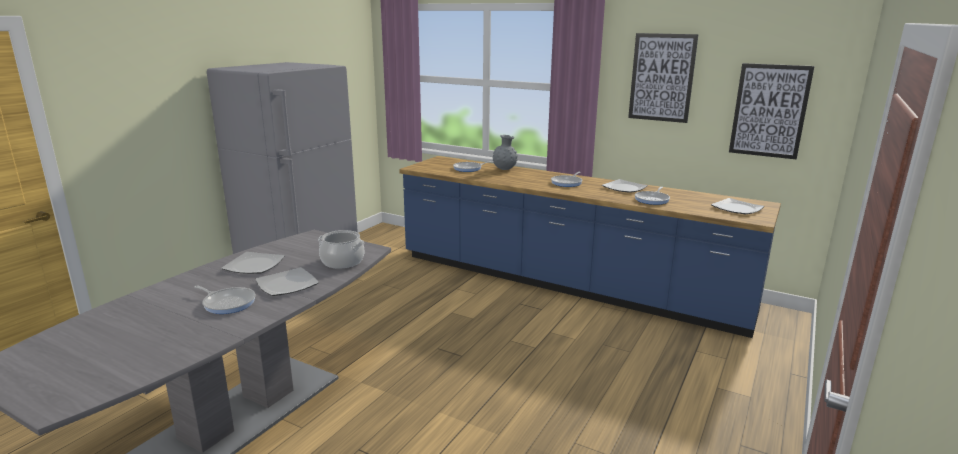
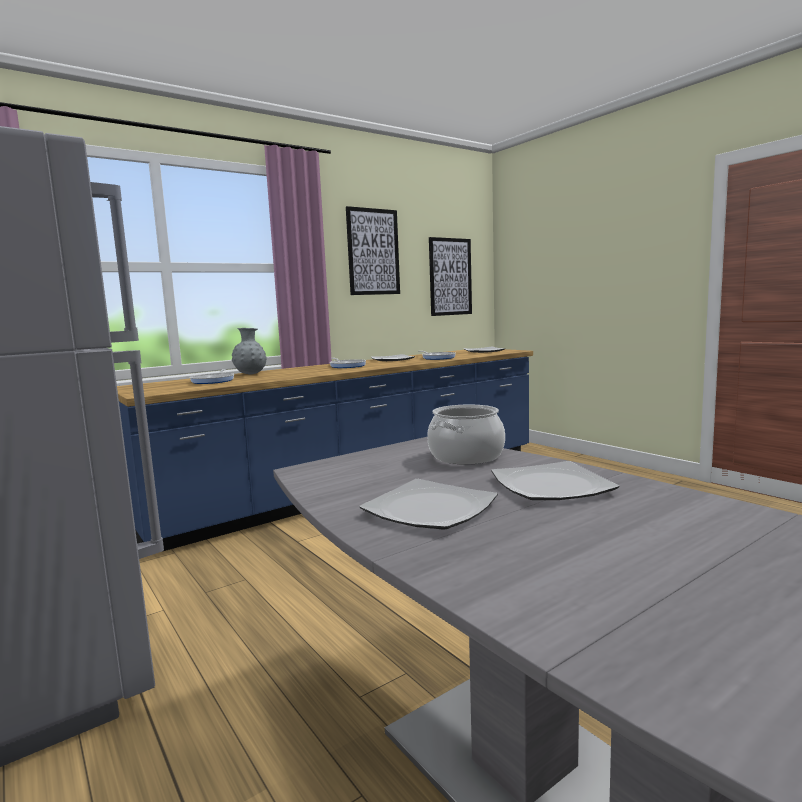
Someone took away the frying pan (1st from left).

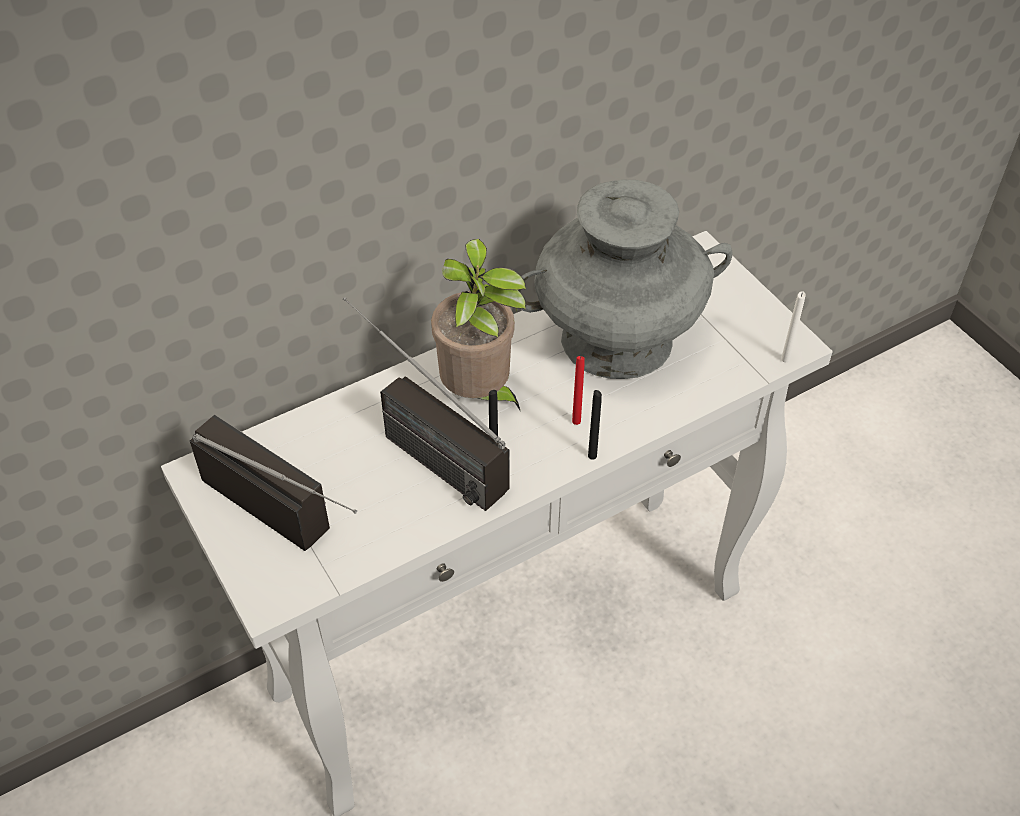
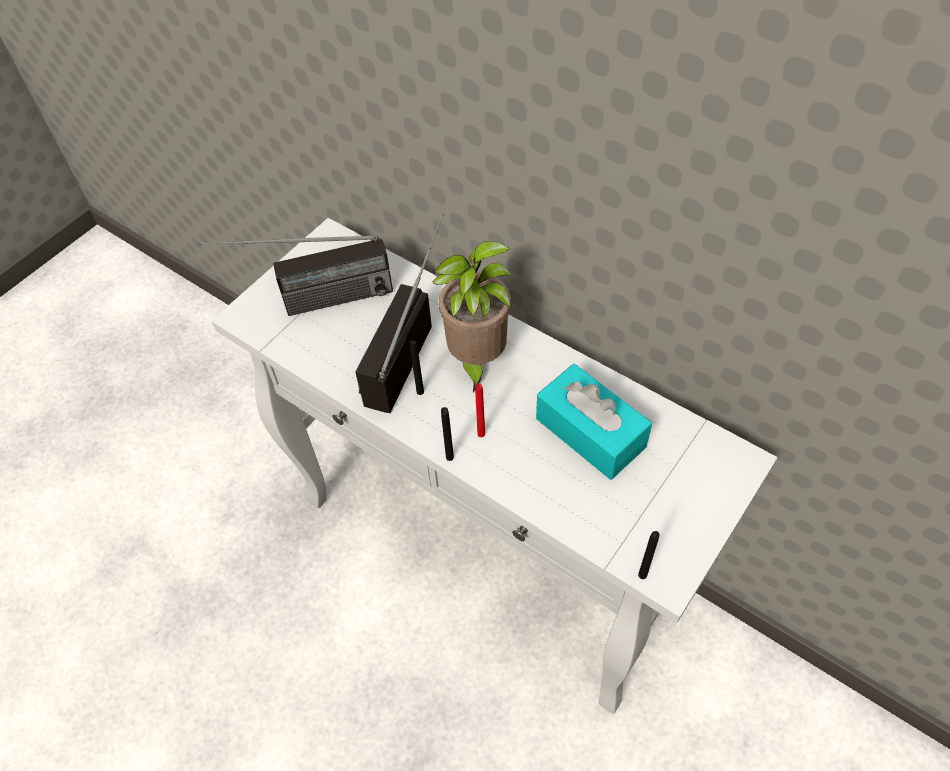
Someone swapped the vase (grey) for the box of tissues (blue-green). Someone repainted the wax light (white), which became the wax light (blackish) (3rd from left). Someone rotated the radio receiver (1st from left) by 60 degrees clockwise.

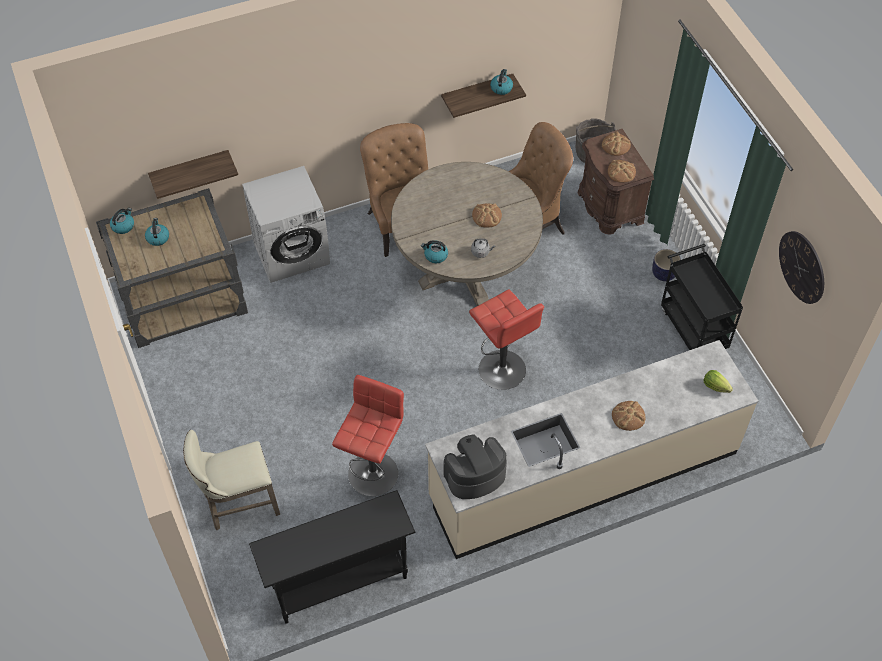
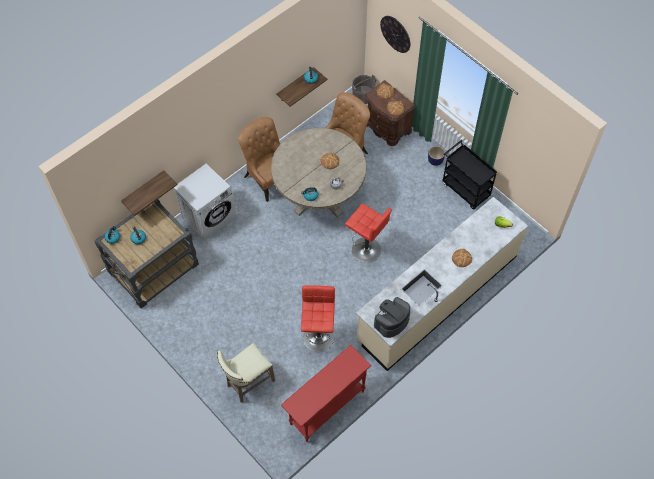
Someone carried the wall clock. Someone repainted the hall table (blackish), which became the hall table (red).

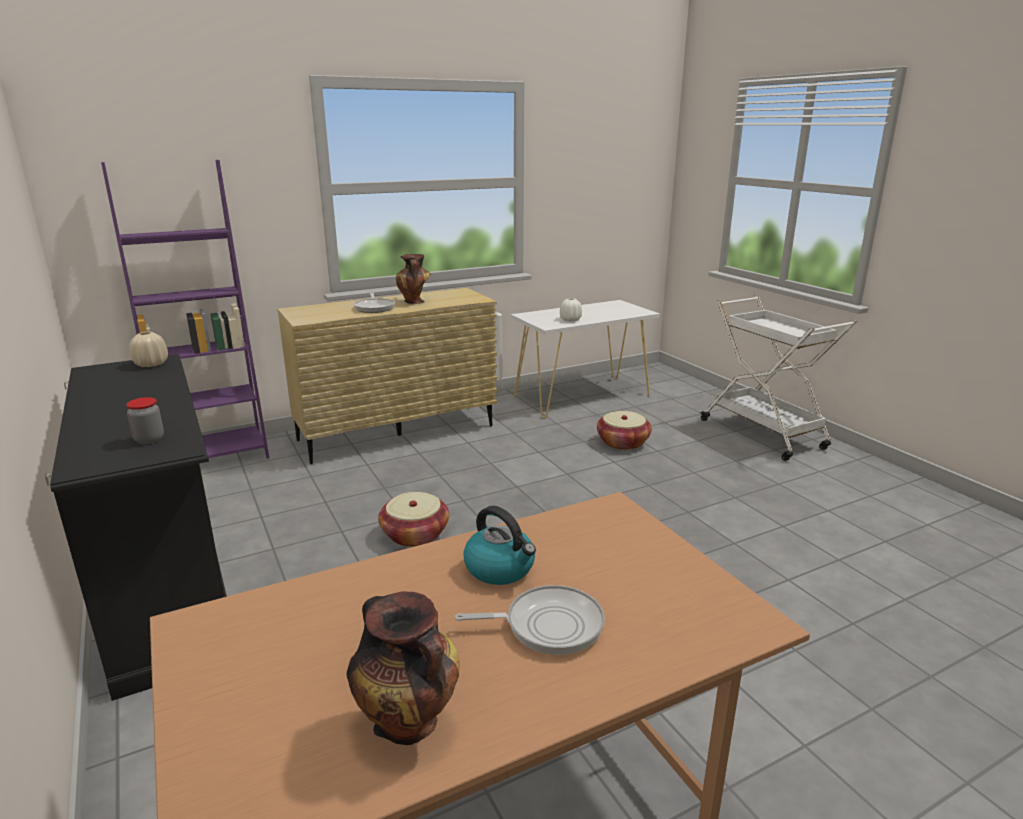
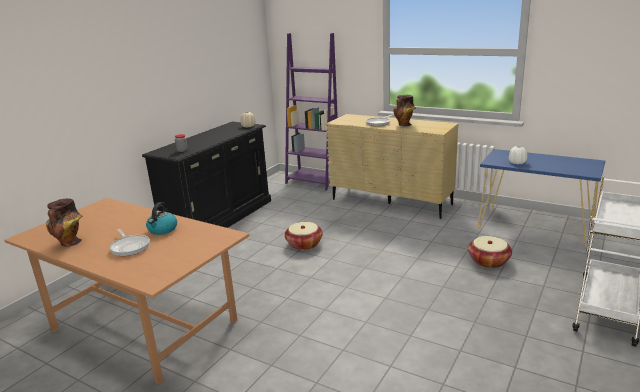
Someone repainted the hall table (white), which became the hall table (bluish).

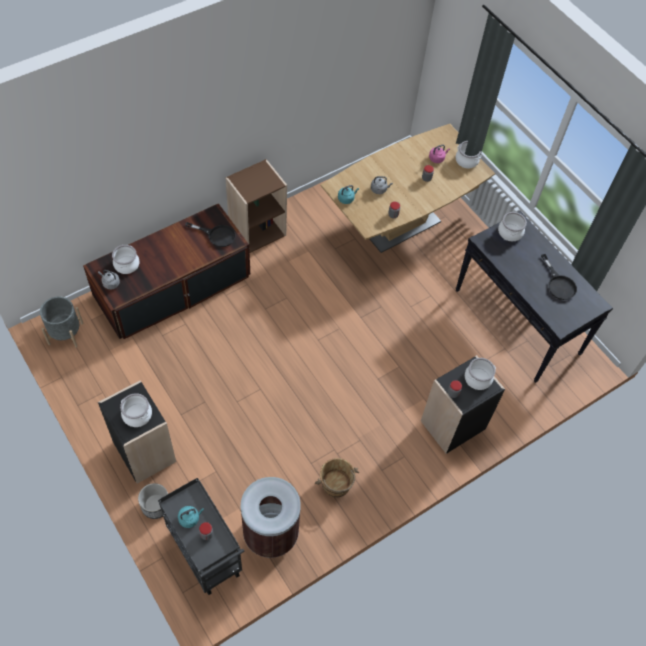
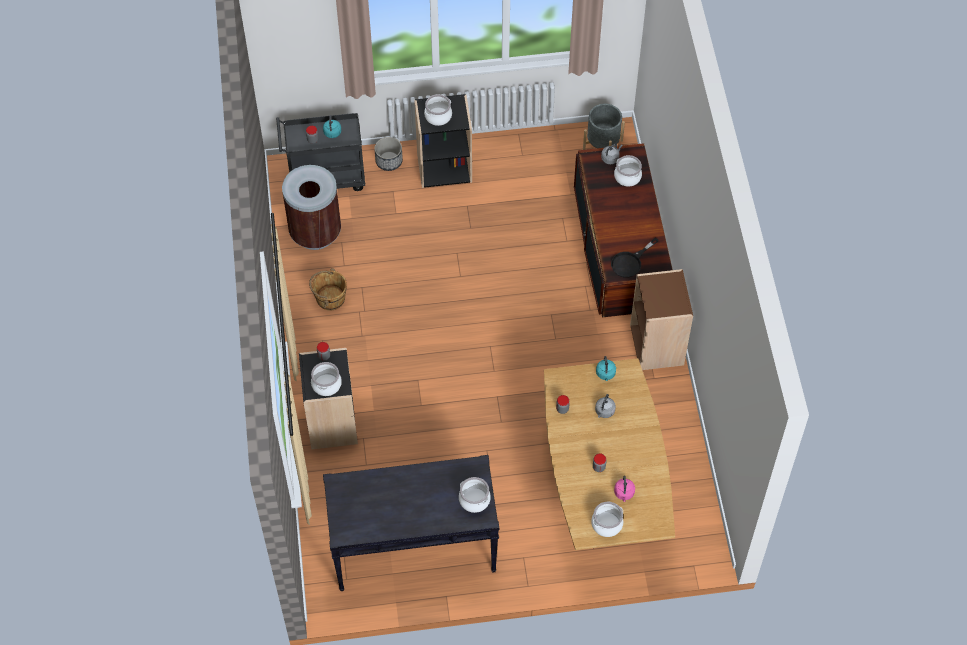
Someone took away the frying pan (blackish) (2nd from left).

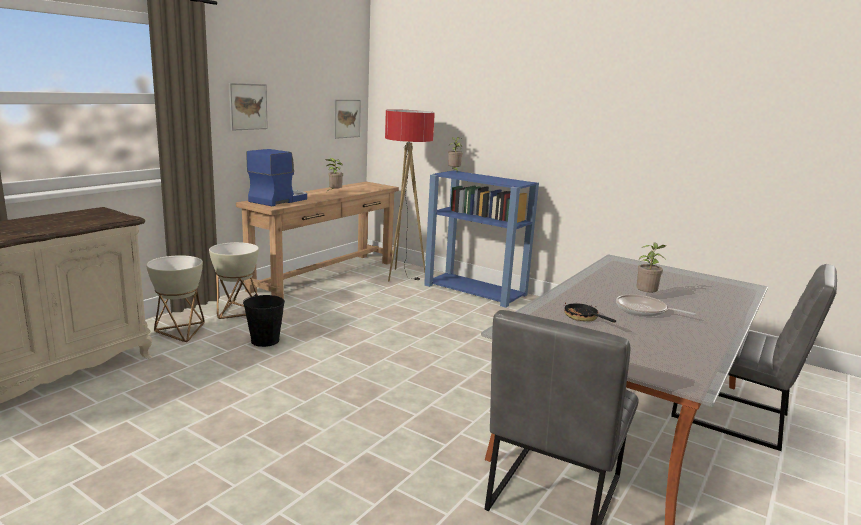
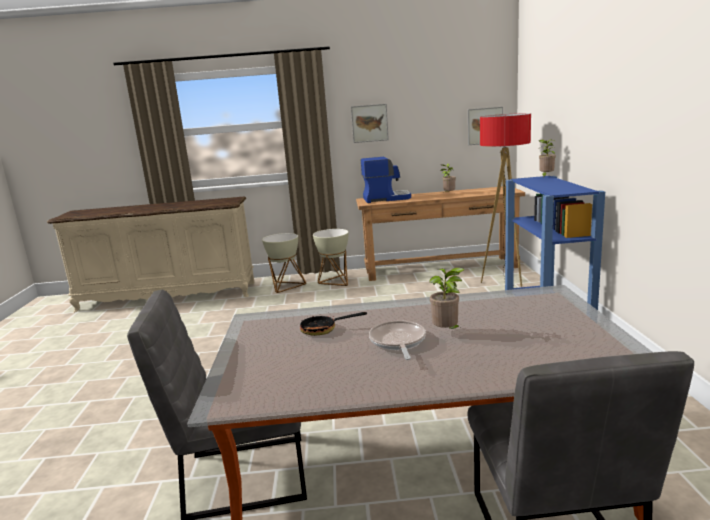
Someone took away the water bucket (blackish). Someone rotated the frying pan (1st from left) by 120 degrees counterclockwise.

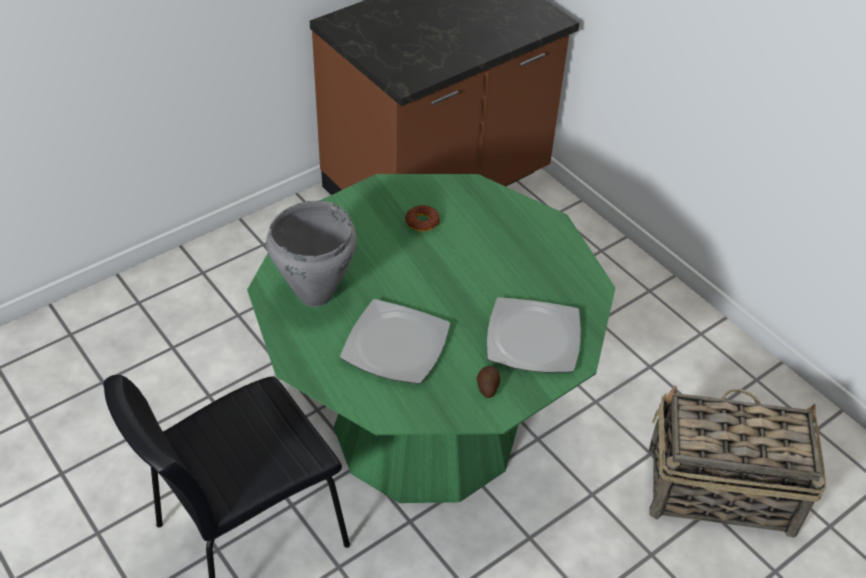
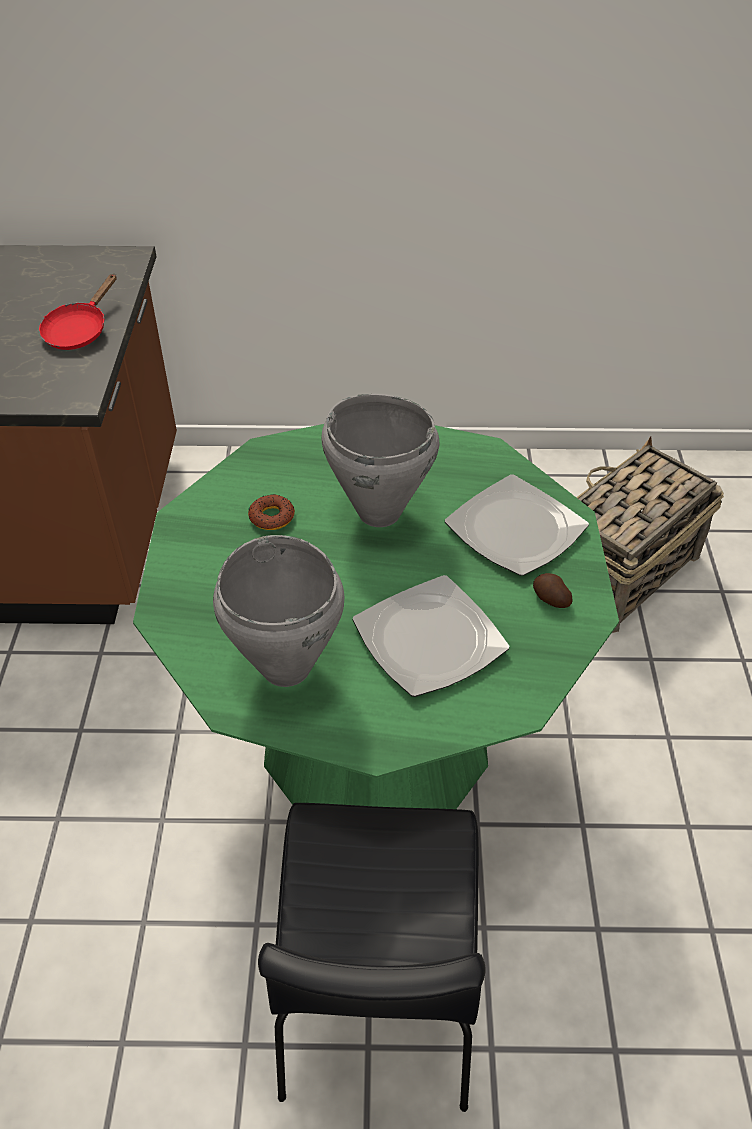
Someone put down the frying pan (red). Someone put down the saucepot (grey) (2nd from left).

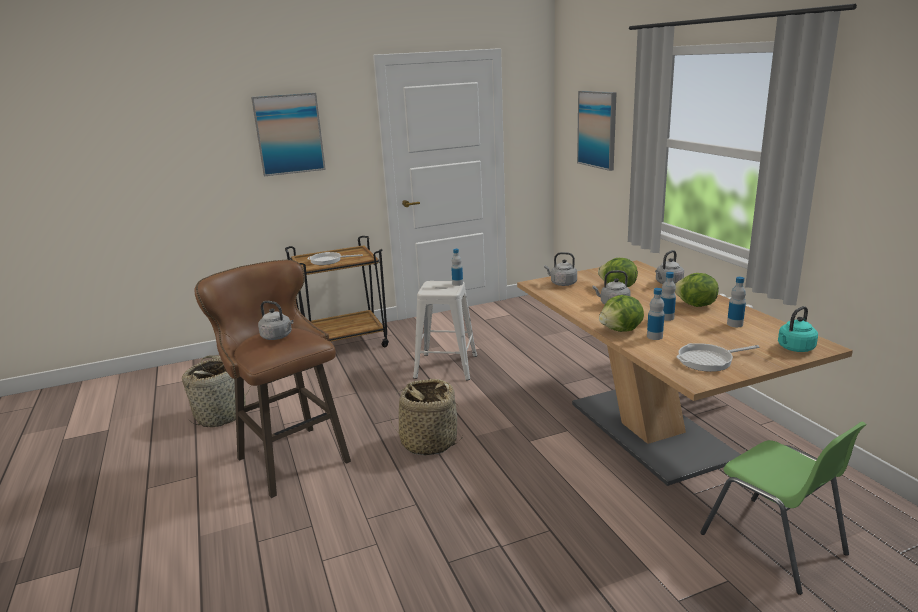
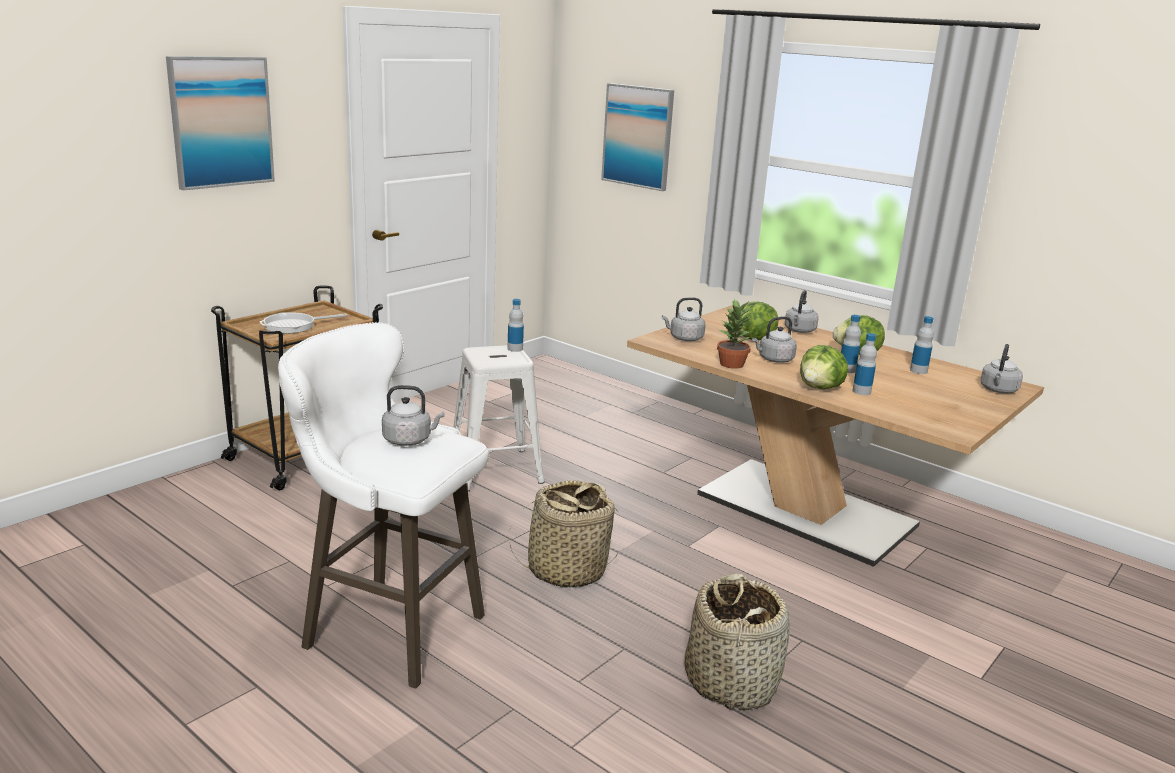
Someone repainted the sitting stool (brown), which became the sitting stool (white) (1st from left). Someone repainted the kettle (blue-green), which became the kettle (grey) (5th from left). Someone took away the frying pan (2nd from left). Someone carried the household basket (1st from left in the first image). Someone took away the chair (green-coloured). Someone put down the potted plant.

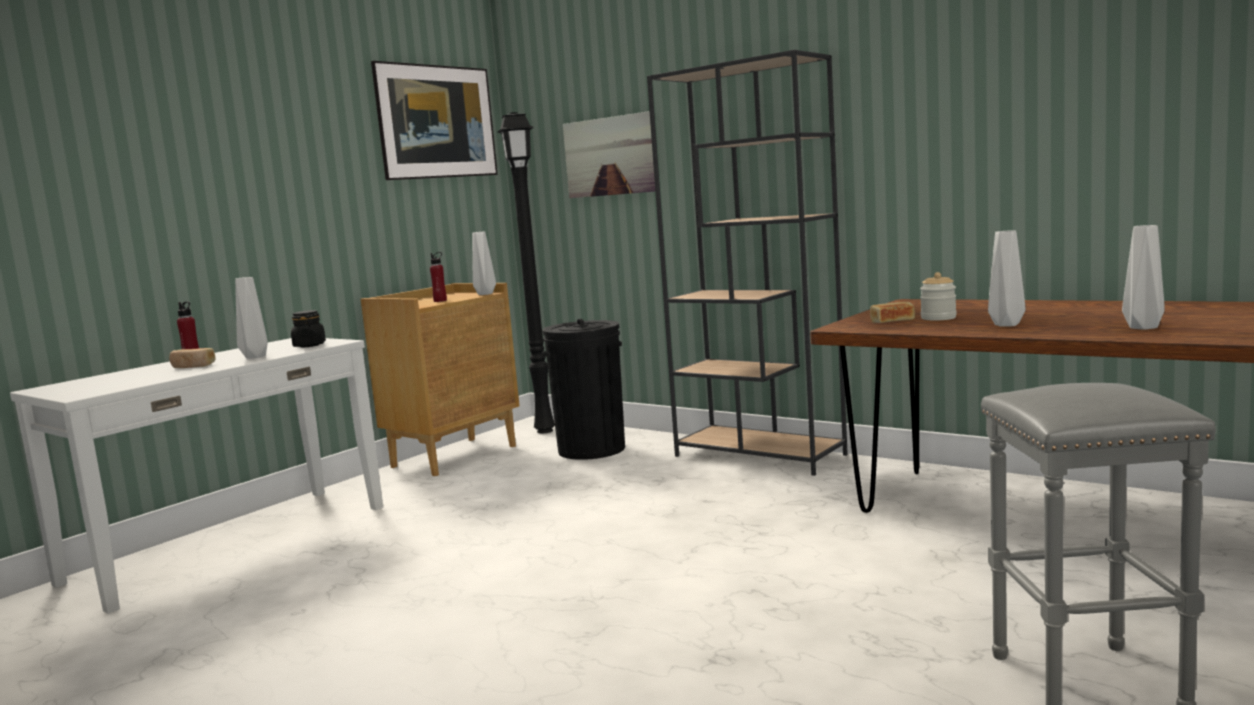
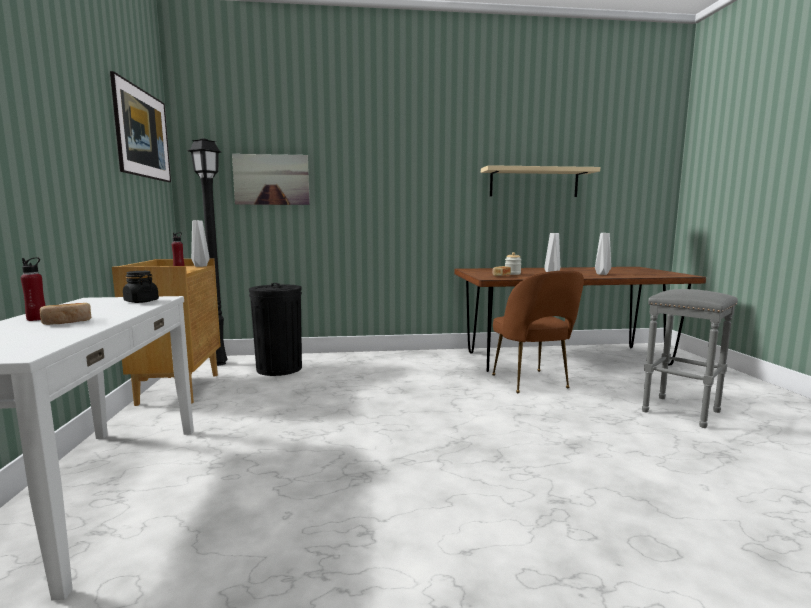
Someone took away the shelving unit. Someone took away the vase (grey) (1st from left). Someone put up the bracket shelf (sand-coloured). Someone put down the chair (brown).

